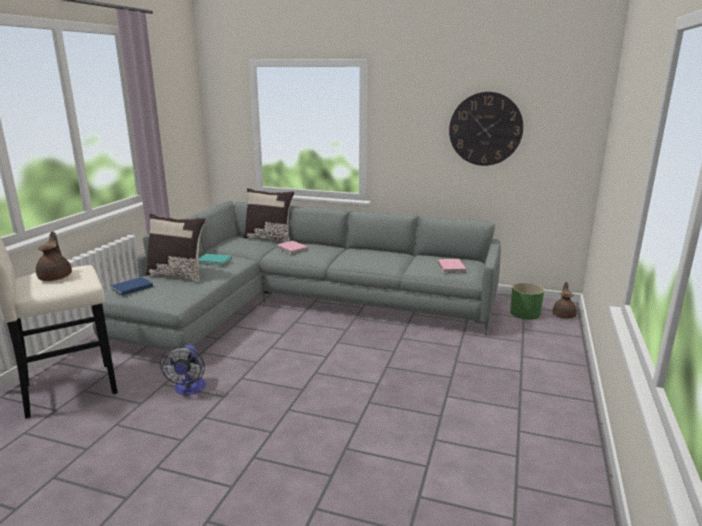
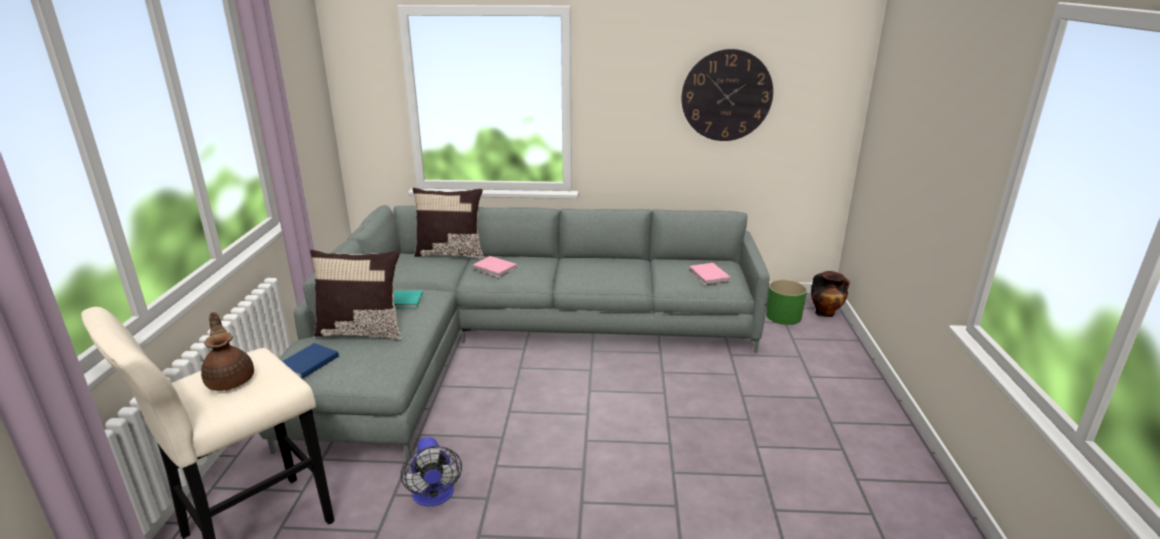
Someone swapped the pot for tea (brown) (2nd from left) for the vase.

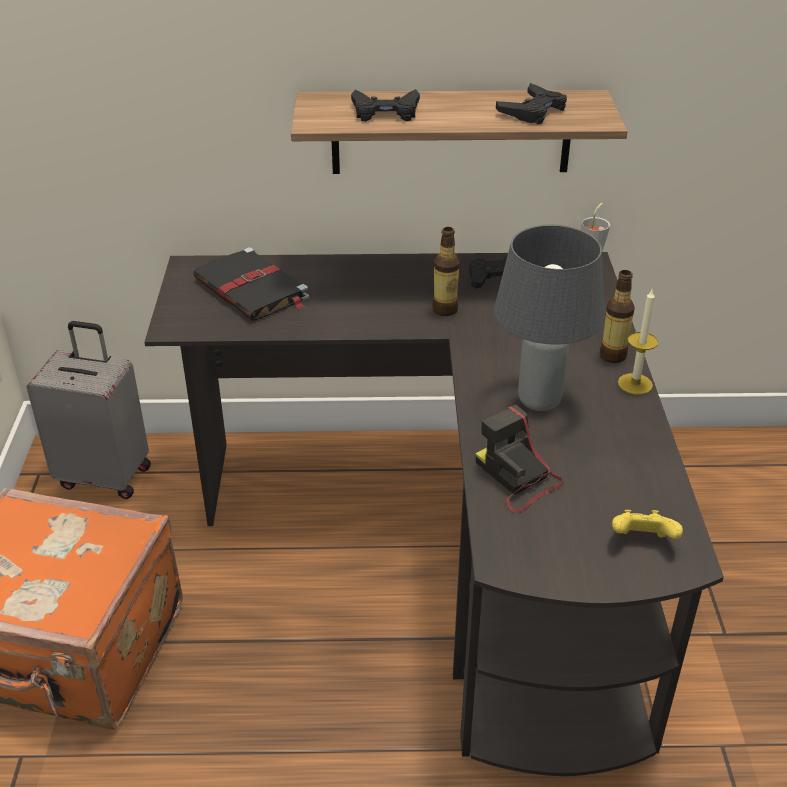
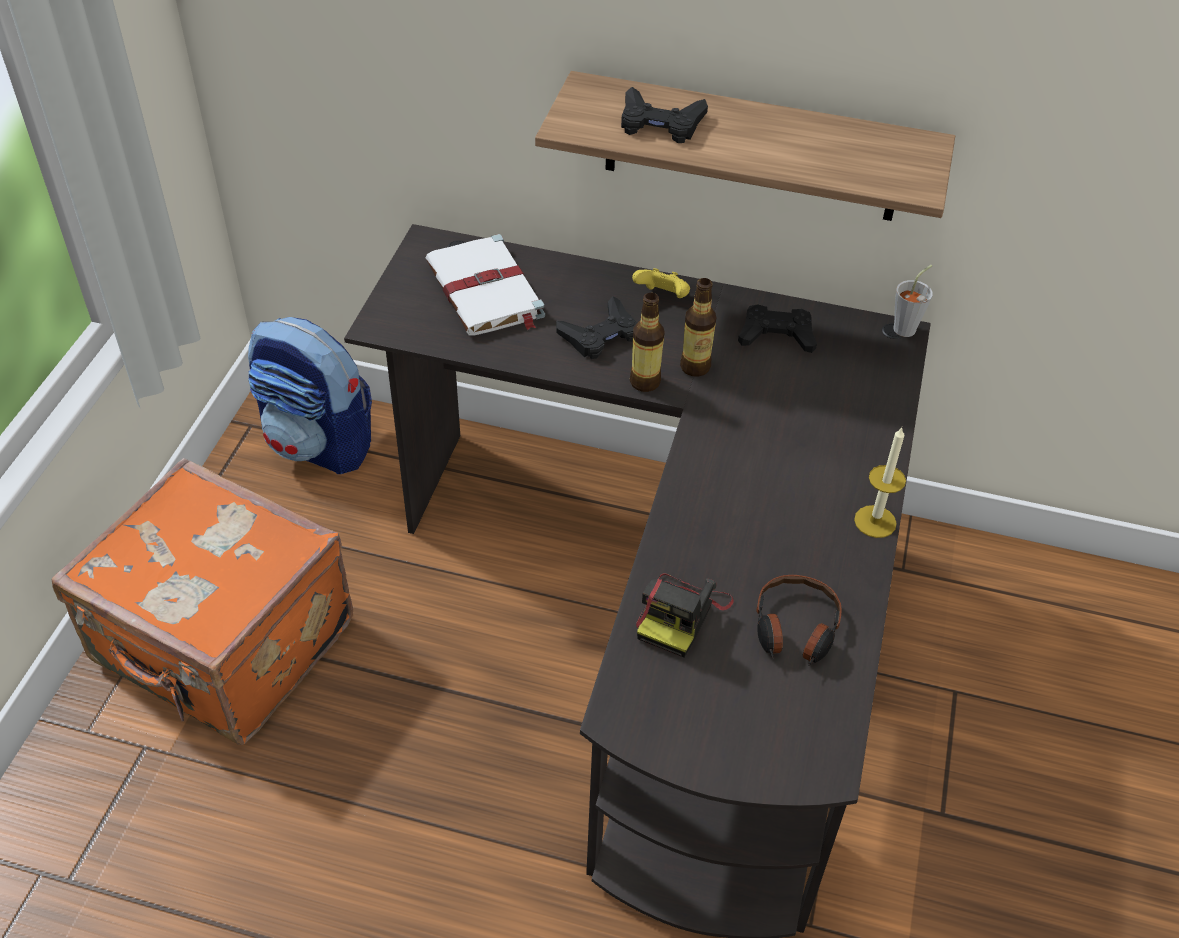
Someone carried the gamepad (blackish) (3rd from left in the first image). Someone took away the lamp for a table (grey). Someone repainted the volume (blackish), which became the volume (white). Someone carried the drink bottle (2nd from left in the first image). Someone swapped the suitcase (grey) for the rucksack. Someone rotated the photo camera by 135 degrees counterclockwise. Someone carried the gamepad (yellow). Someone put down the pair of headphones.

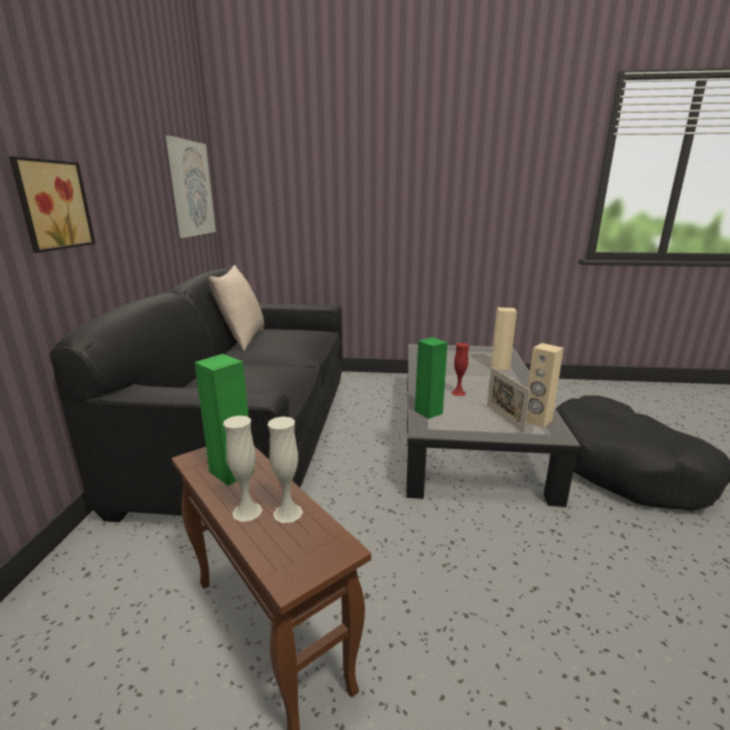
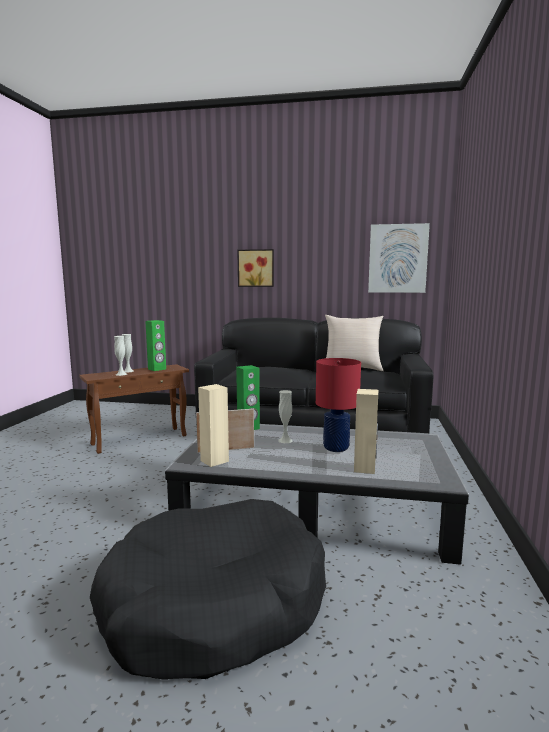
Someone repainted the vase (red), which became the vase (white) (3rd from left). Someone put down the lamp for a table (red).

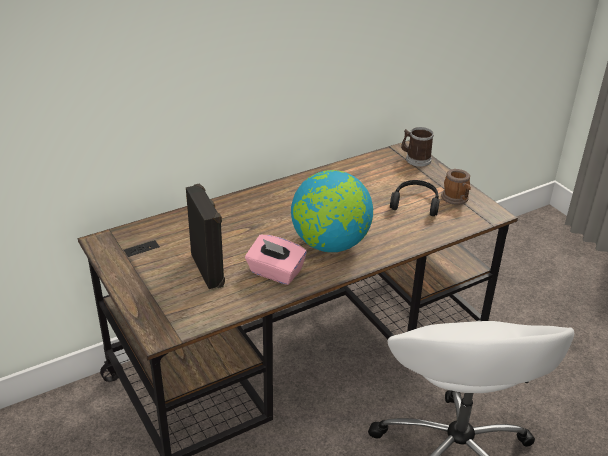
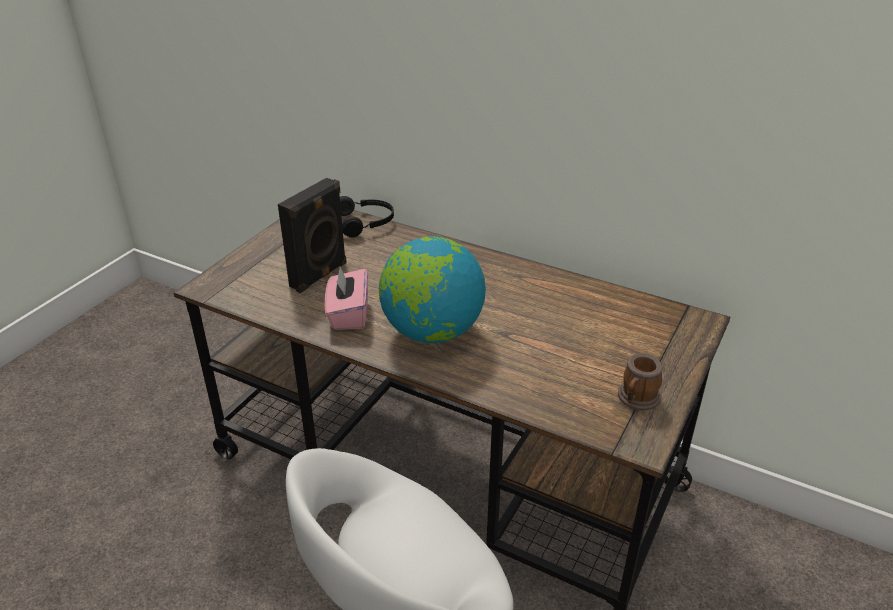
Someone took away the mug (1st from left). Someone carried the pair of headphones (blackish).

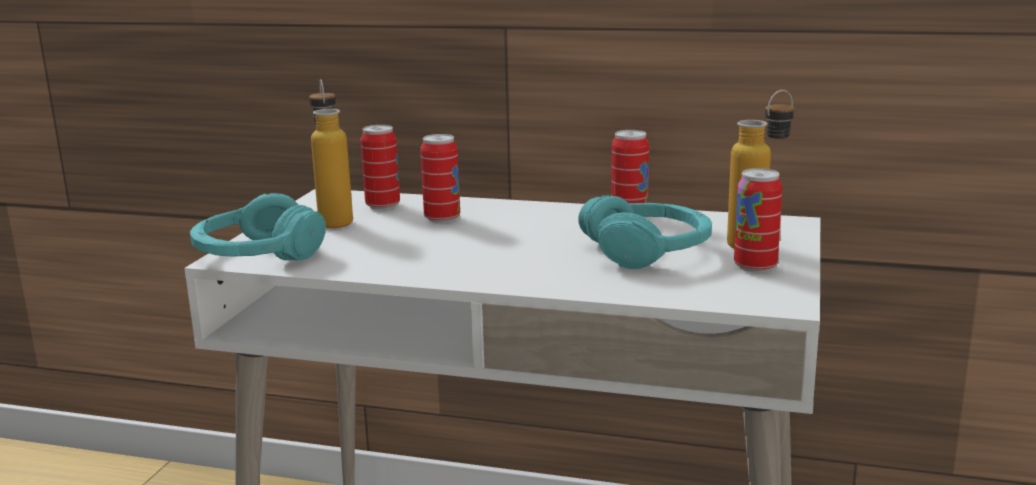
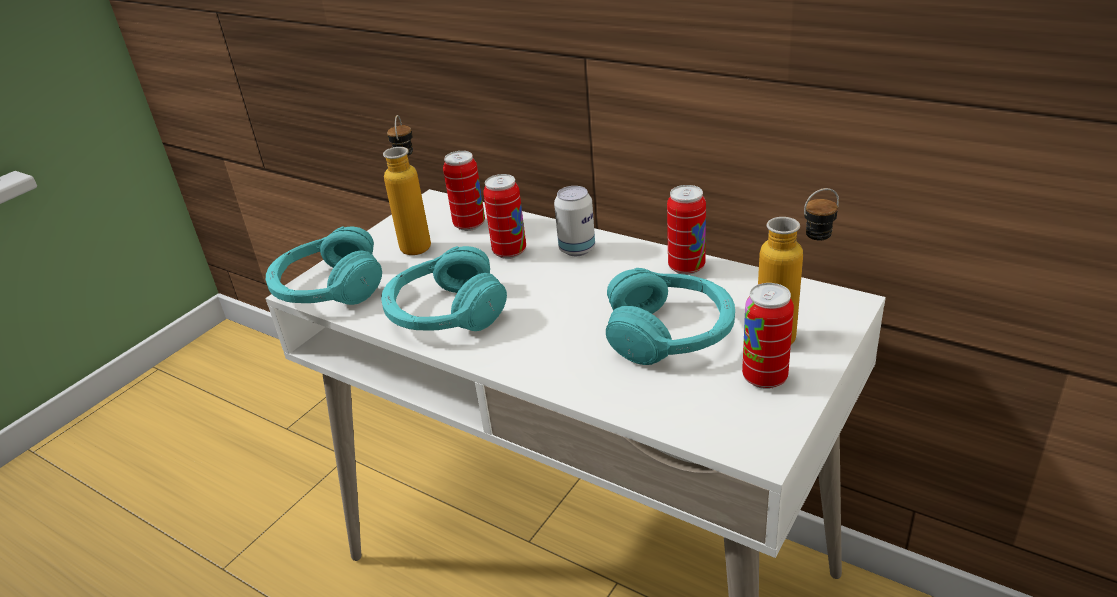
Someone put down the sealed can (3rd from left). Someone put down the pair of headphones (blue-green) (2nd from left).

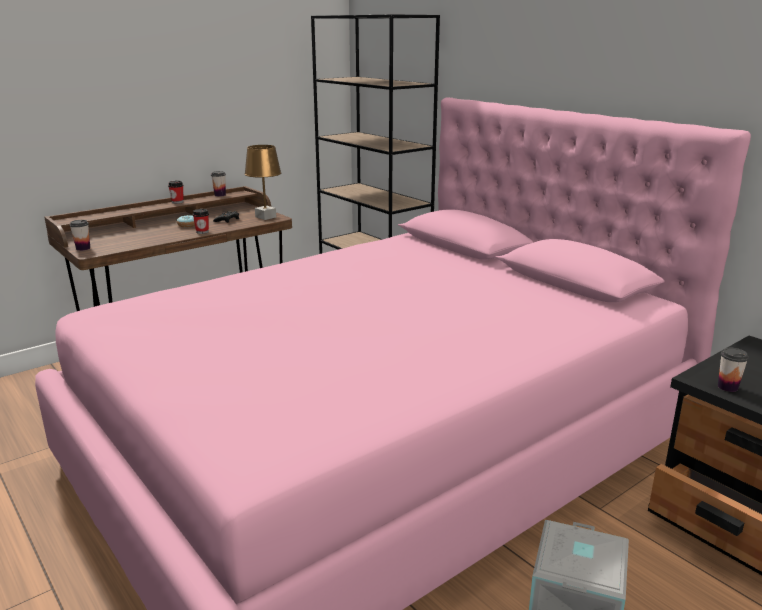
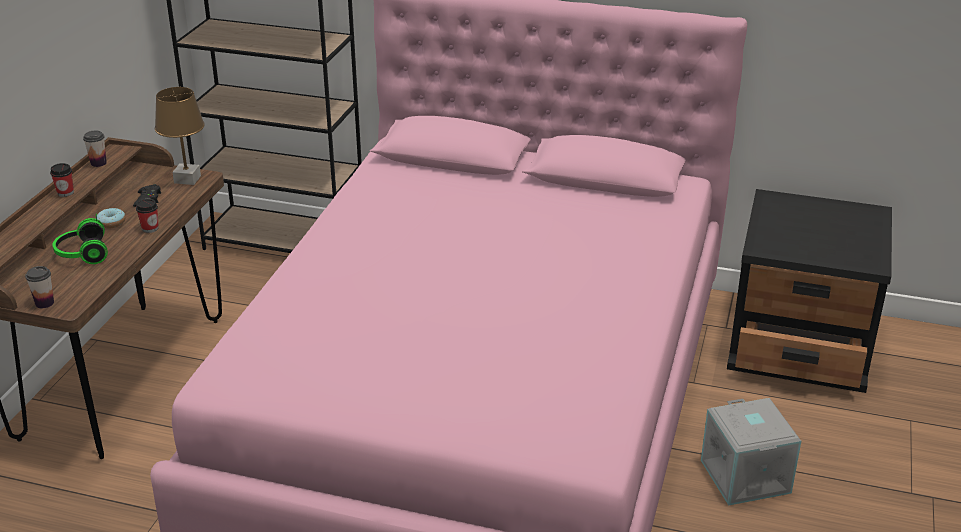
Someone took away the small cup (5th from left). Someone put down the pair of headphones.

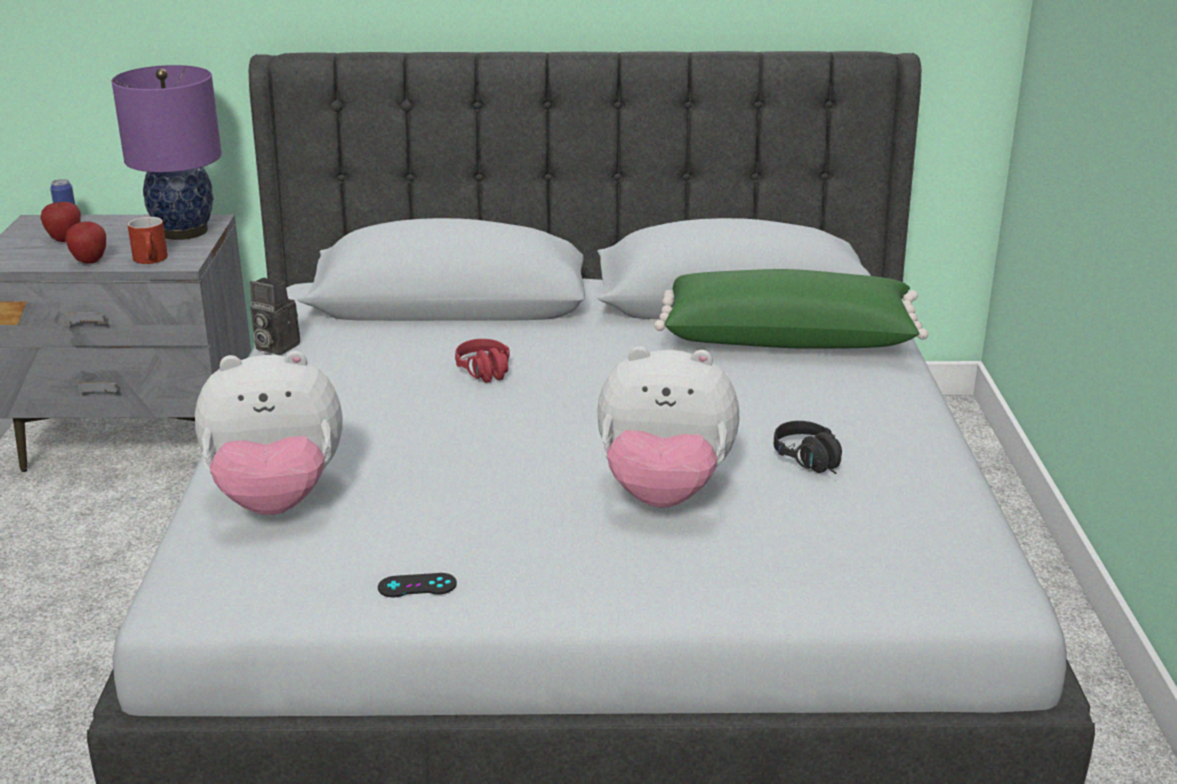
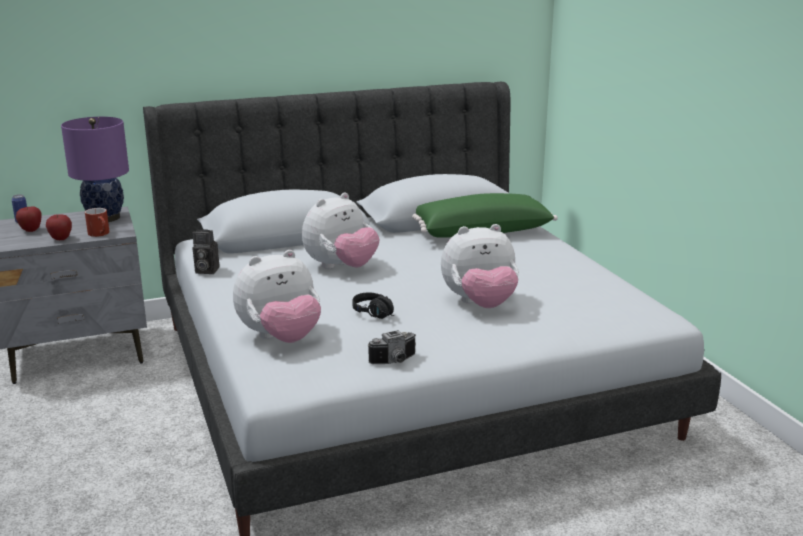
Someone swapped the pair of headphones (red) for the cuddly toy (2nd from left). Someone carried the pair of headphones (blackish). Someone swapped the gamepad (blackish) for the photo camera (2nd from left).

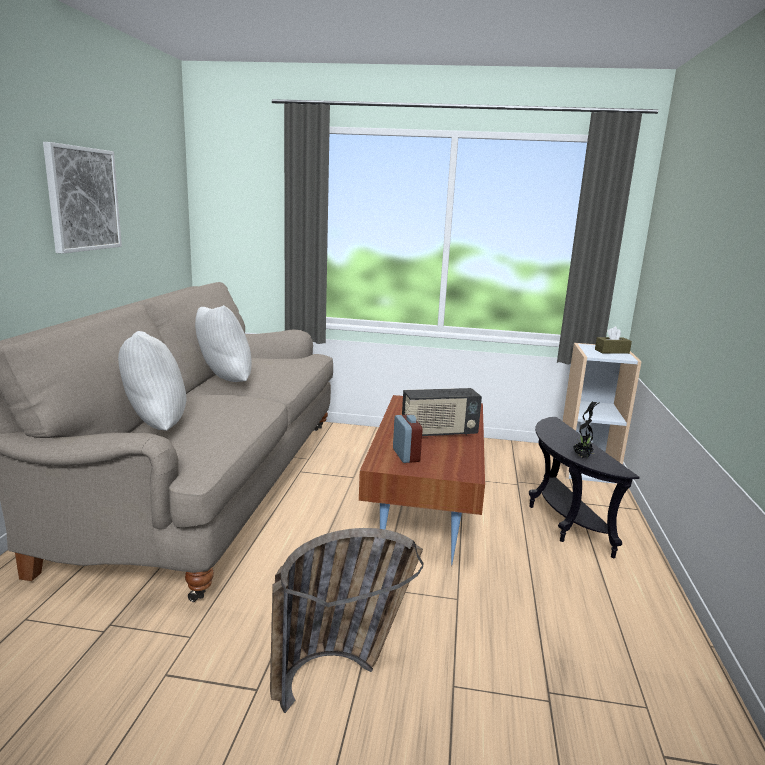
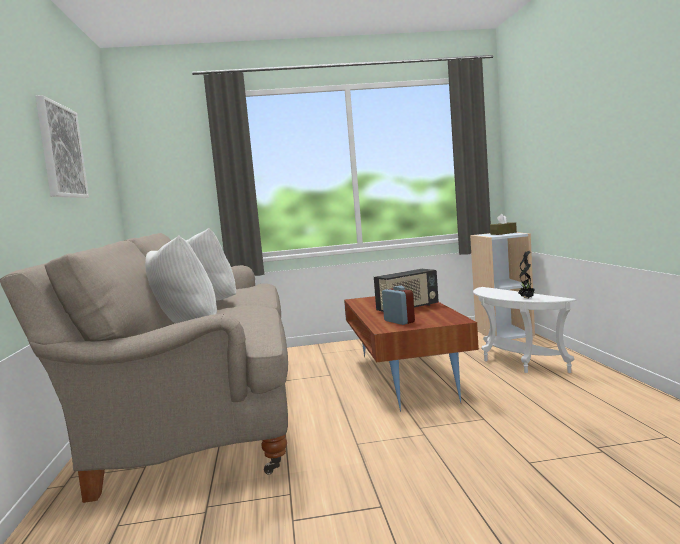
Someone repainted the side table (blackish), which became the side table (white). Someone took away the household basket.

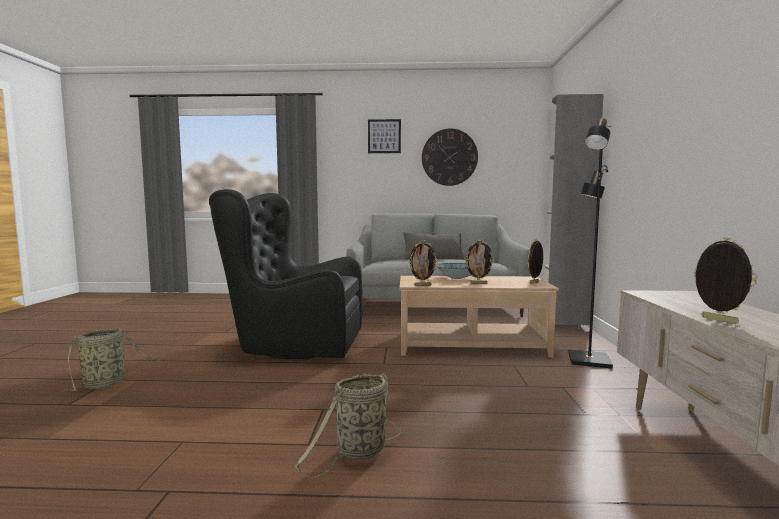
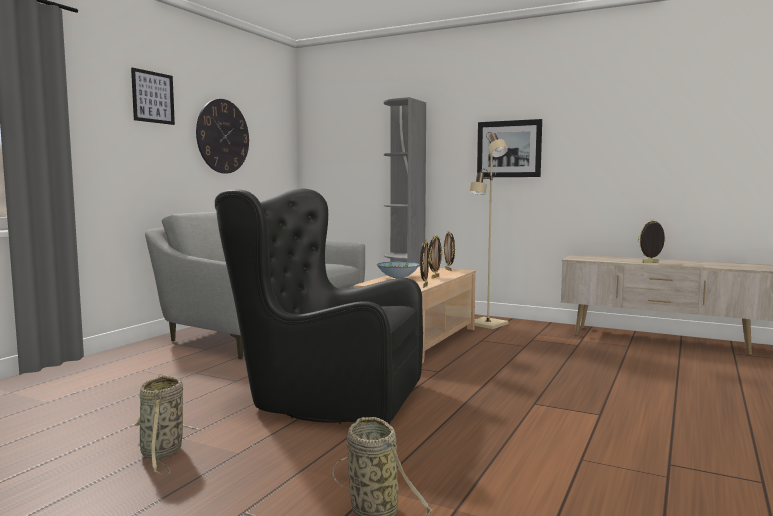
Someone repainted the standard lamp (blackish), which became the standard lamp (sand-coloured). Someone rotated the easy chair (blackish) by 75 degrees clockwise. Someone carried the household basket (2nd from left in the first image). Someone put up the wall art (2nd from left).

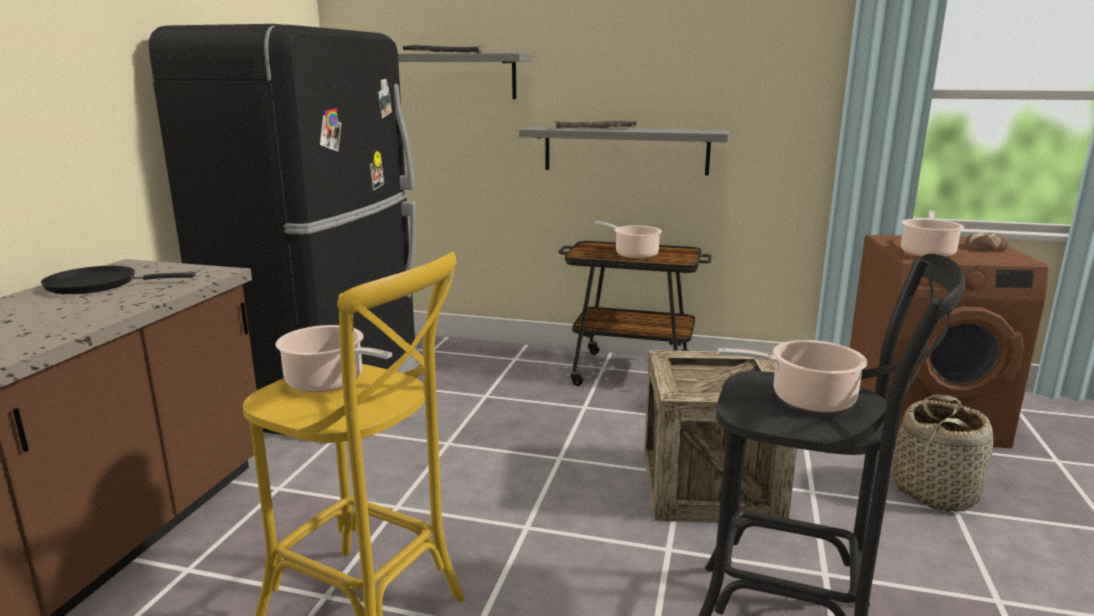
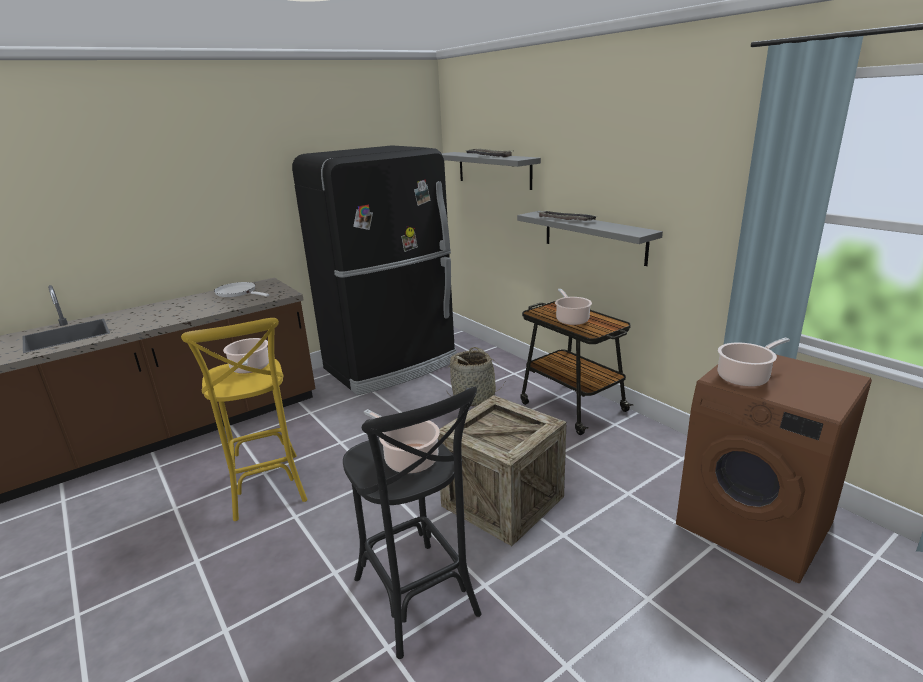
Someone took away the bakery bread. Someone repainted the frying pan (blackish), which became the frying pan (white). Someone carried the household basket.

